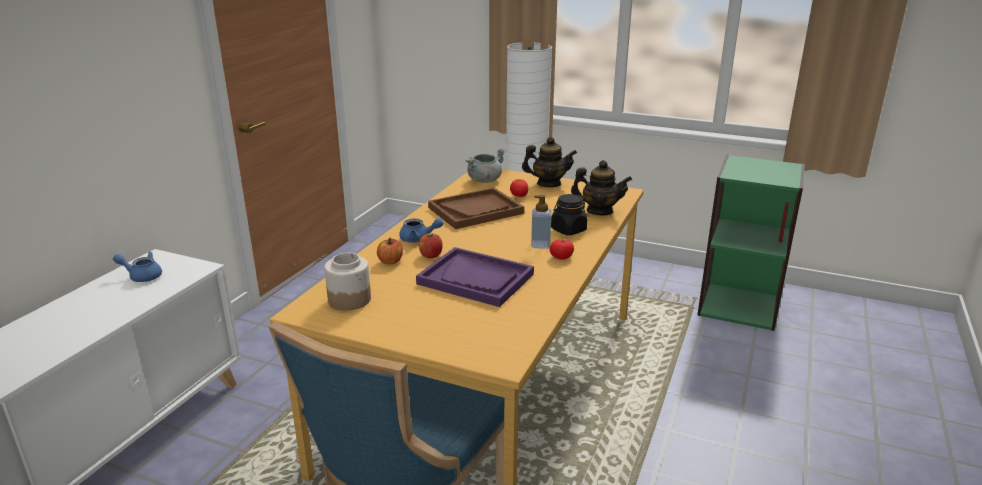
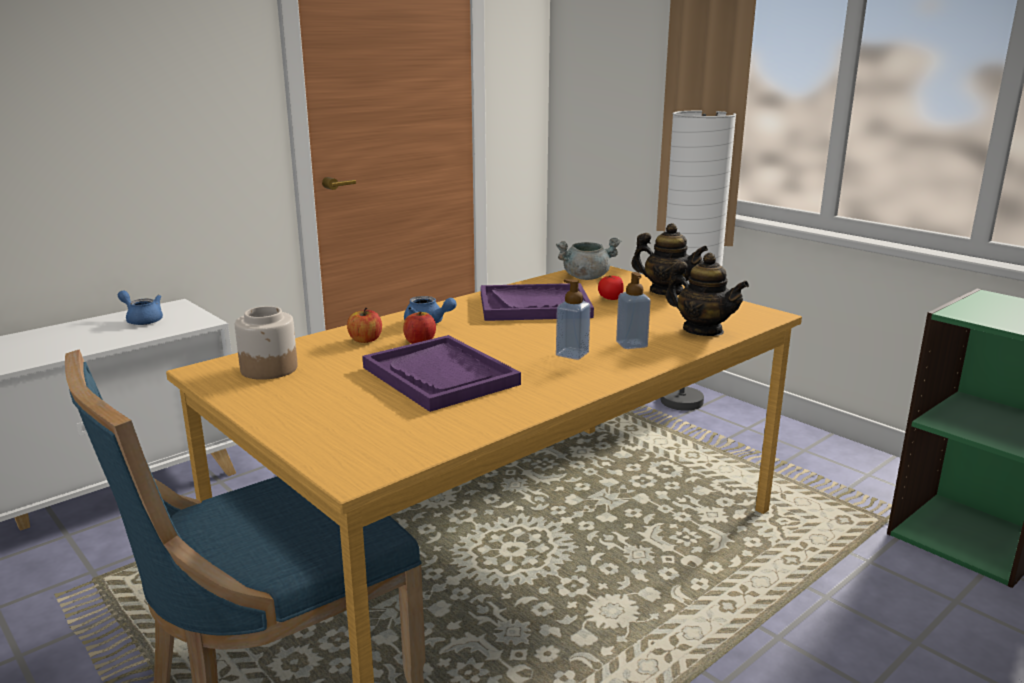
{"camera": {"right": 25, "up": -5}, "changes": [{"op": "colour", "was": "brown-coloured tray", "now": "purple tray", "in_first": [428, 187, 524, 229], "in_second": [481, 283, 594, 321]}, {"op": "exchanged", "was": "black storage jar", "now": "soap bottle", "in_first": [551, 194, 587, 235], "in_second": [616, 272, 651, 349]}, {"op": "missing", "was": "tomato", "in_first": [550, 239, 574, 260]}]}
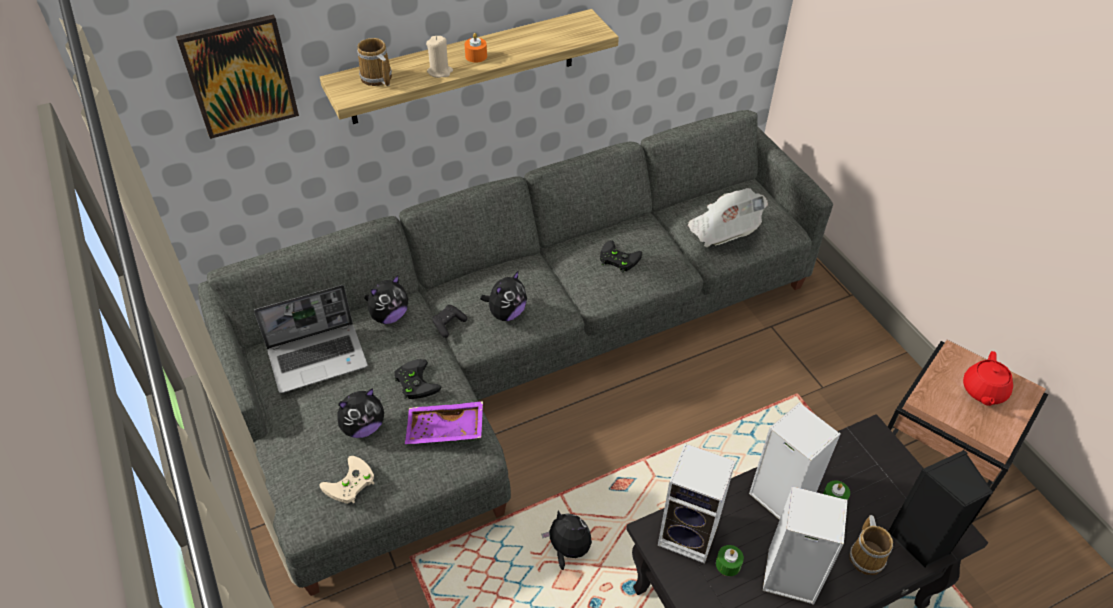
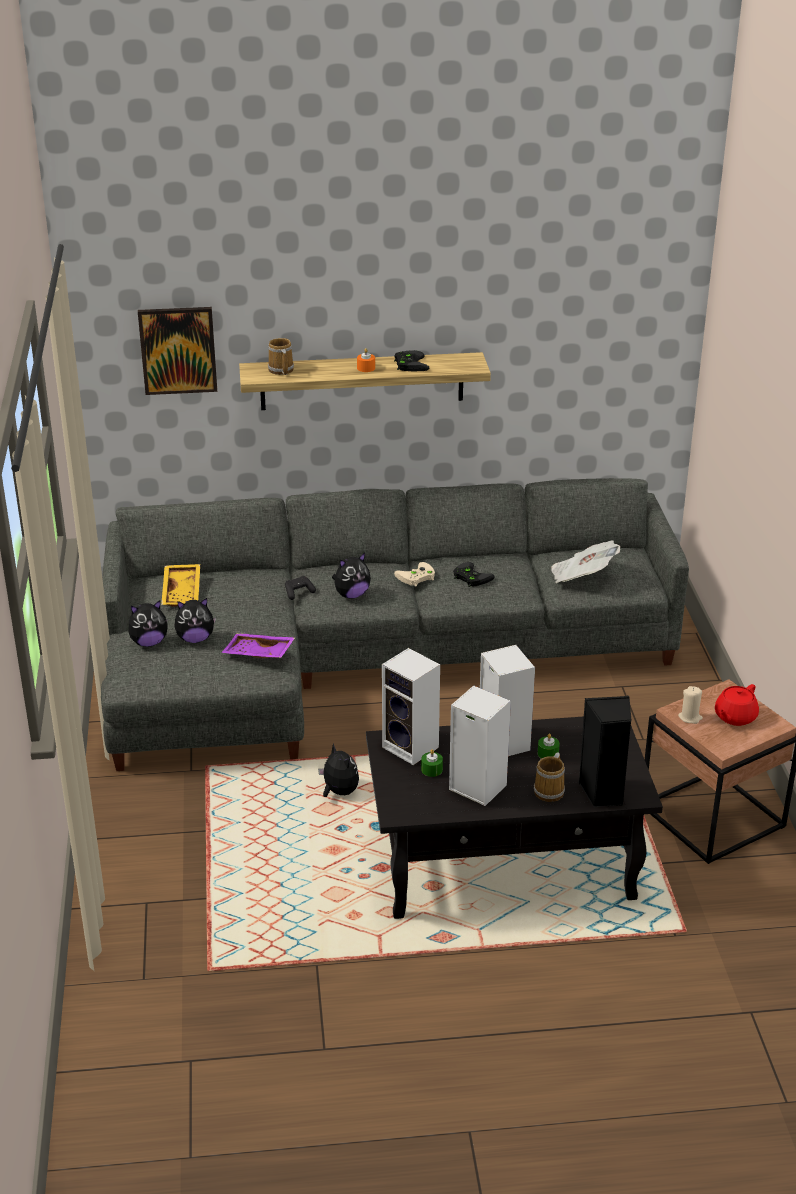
{"camera": {"right": 20, "up": -15}, "changes": [{"op": "relocated", "was": "plush toy", "in_first": [364, 275, 408, 324], "in_second": [128, 600, 168, 647]}, {"op": "exchanged", "was": "notebook computer", "now": "yellow tray", "in_first": [254, 285, 368, 393], "in_second": [161, 564, 200, 607]}, {"op": "relocated", "was": "black joypad", "in_first": [394, 359, 441, 399], "in_second": [394, 350, 429, 371]}, {"op": "relocated", "was": "beige joypad", "in_first": [319, 456, 374, 504], "in_second": [394, 562, 435, 587]}, {"op": "relocated", "was": "beige wax light", "in_first": [426, 36, 453, 78], "in_second": [678, 686, 703, 724]}]}
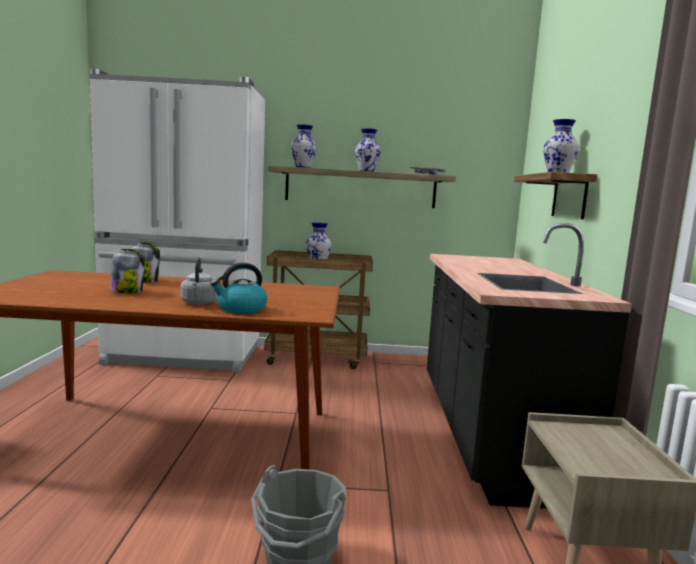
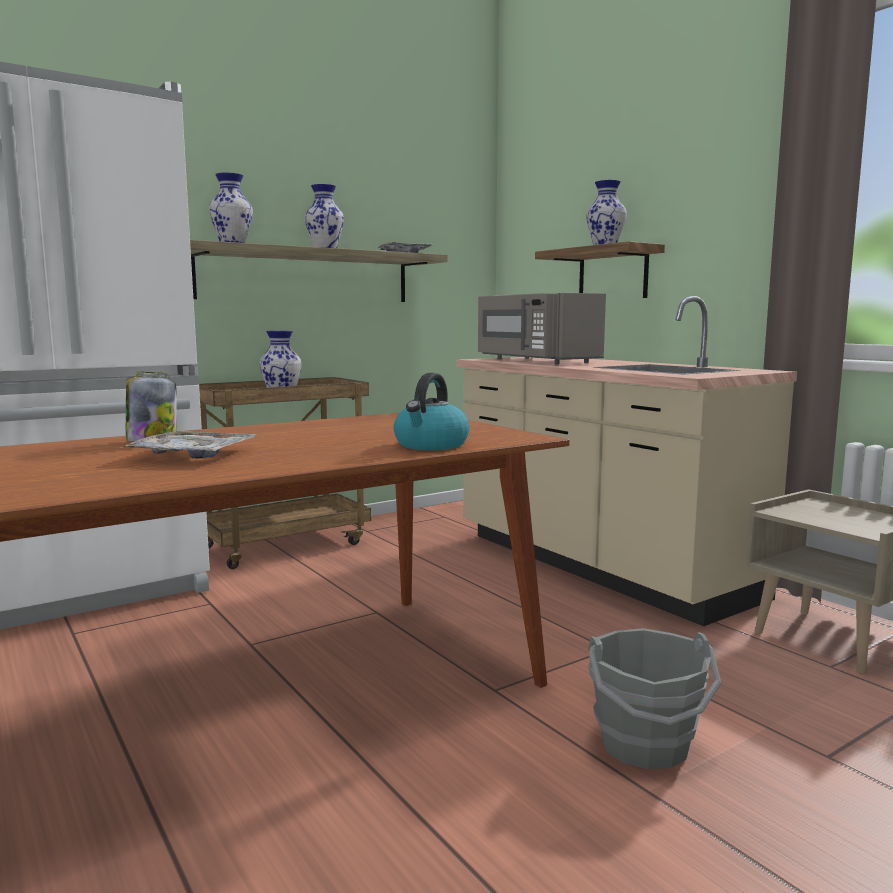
{"camera": {"right": -35, "up": 0}, "changes": [{"op": "exchanged", "was": "storage jar", "now": "tray", "in_first": [110, 249, 145, 293], "in_second": [120, 431, 257, 458]}, {"op": "colour", "was": "black counter", "now": "beige counter", "in_first": [427, 223, 632, 509], "in_second": [456, 296, 797, 626]}, {"op": "appeared", "now": "grey microwave", "in_second": [478, 293, 606, 365]}, {"op": "missing", "was": "grey water kettle", "in_first": [181, 257, 217, 305]}]}
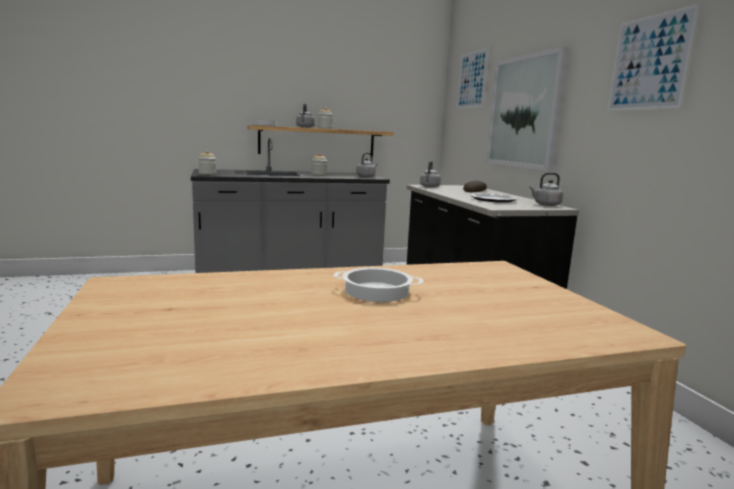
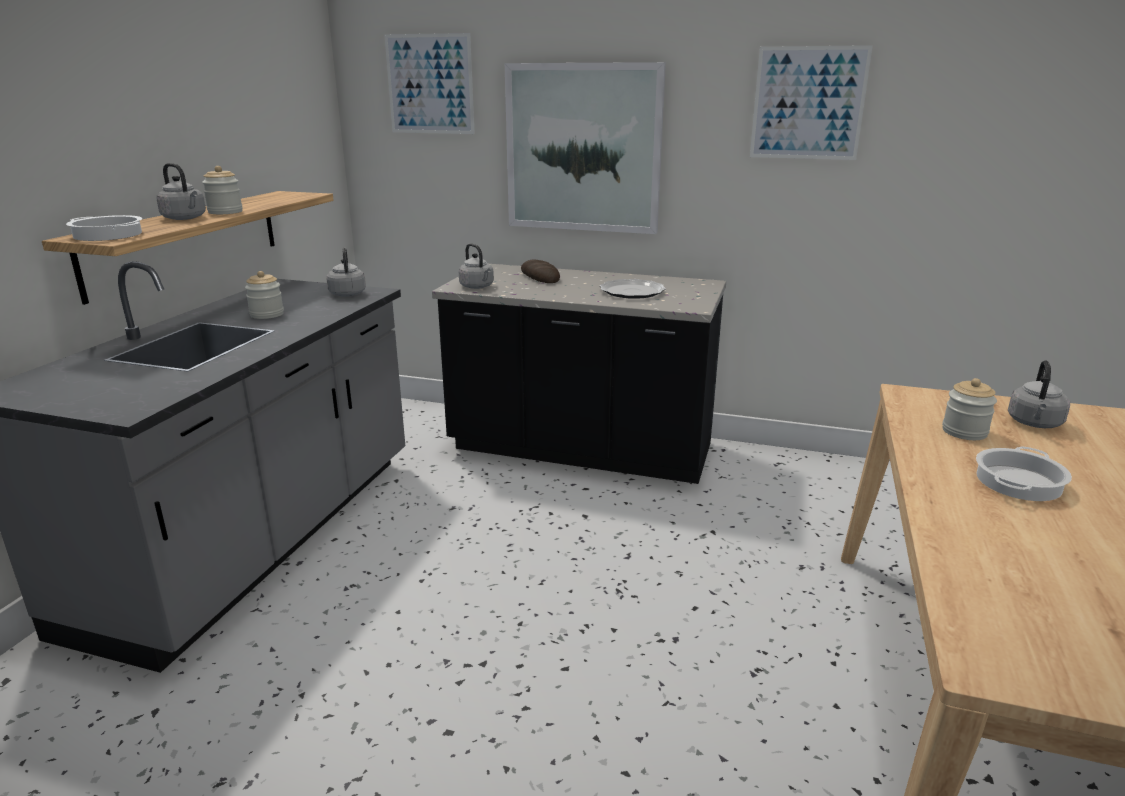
{"camera": {"right": -55, "up": 10}, "changes": [{"op": "relocated", "was": "storage jar", "in_first": [198, 150, 216, 175], "in_second": [942, 378, 997, 440]}, {"op": "relocated", "was": "grey water kettle", "in_first": [529, 173, 563, 206], "in_second": [1008, 360, 1070, 428]}]}
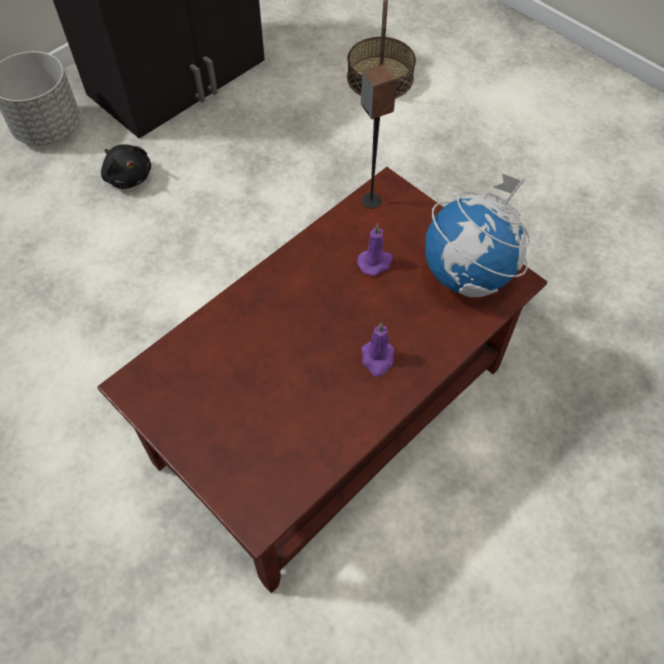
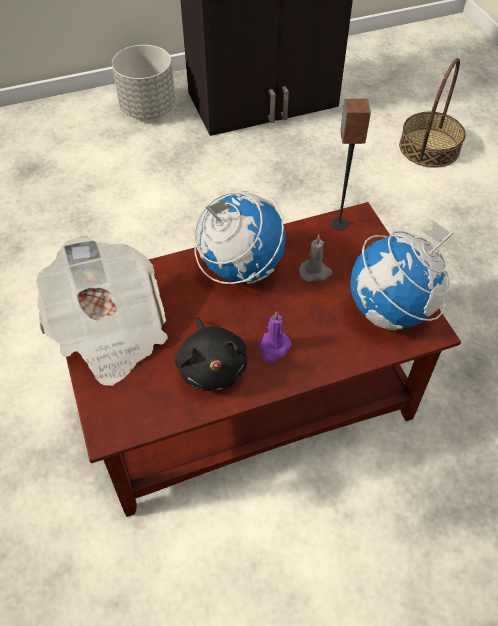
{"camera": {"right": 25, "up": -5}, "changes": [{"op": "appeared", "now": "newspaper", "in_second": [36, 236, 168, 386]}, {"op": "relocated", "was": "black plush toy", "in_first": [101, 144, 151, 189], "in_second": [175, 317, 247, 391]}, {"op": "appeared", "now": "world globe", "in_second": [194, 190, 286, 284]}, {"op": "colour", "was": "purple wax light", "now": "grey wax light", "in_first": [357, 224, 393, 275], "in_second": [299, 235, 333, 282]}]}
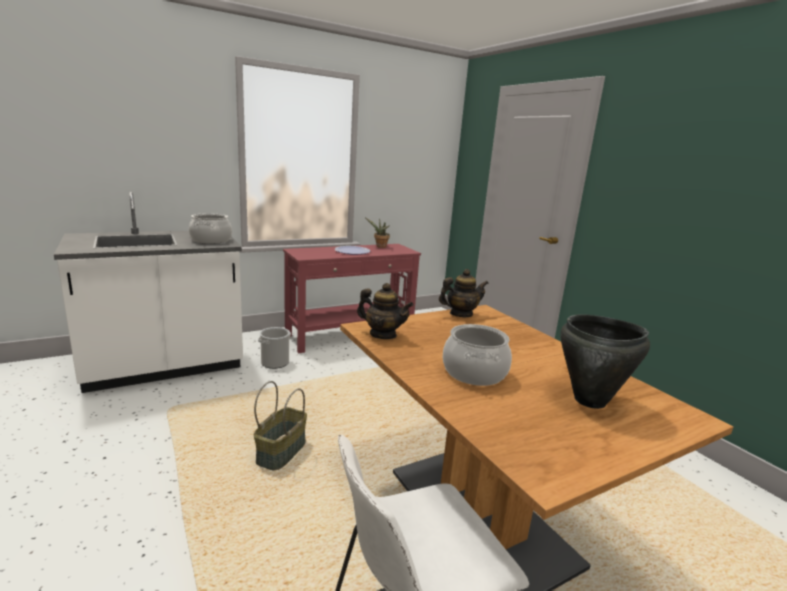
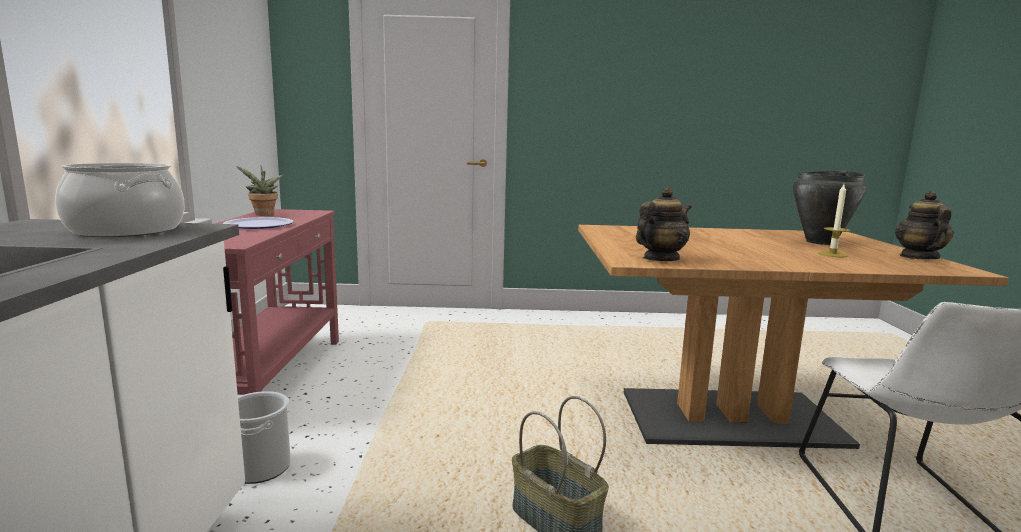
{"camera": {"right": -60, "up": -5}, "changes": [{"op": "appeared", "now": "wax light", "in_second": [818, 184, 850, 257]}, {"op": "relocated", "was": "teapot", "in_first": [439, 269, 489, 317], "in_second": [895, 191, 954, 260]}, {"op": "missing", "was": "stockpot", "in_first": [443, 324, 512, 386]}]}
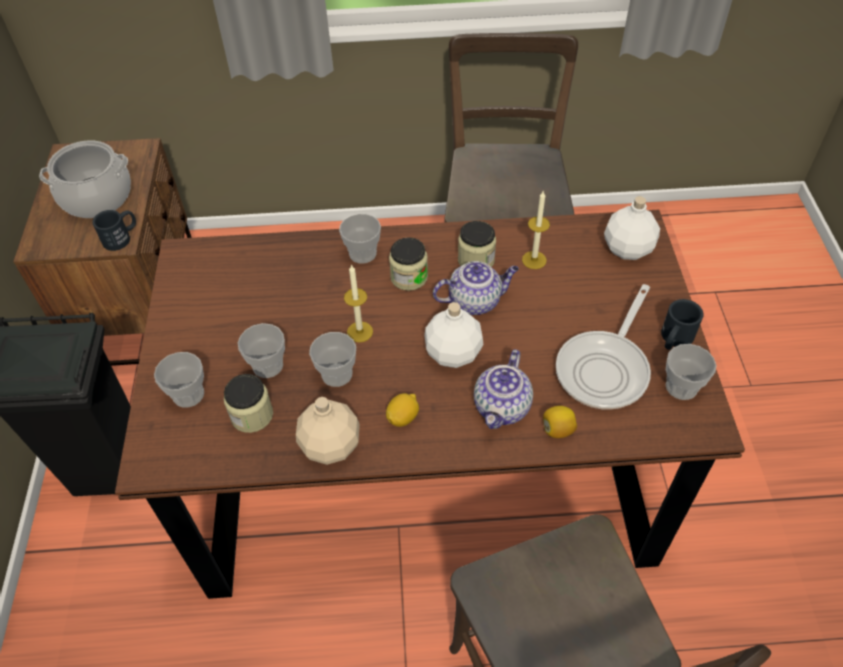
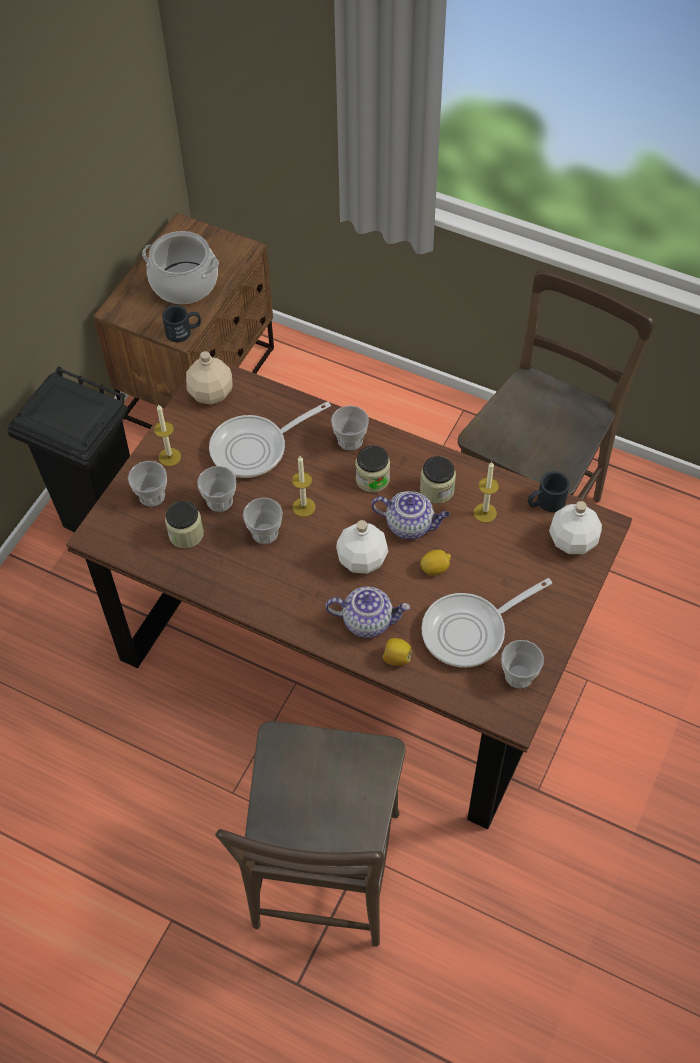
{"camera": {"right": 30, "up": 5}, "changes": [{"op": "appeared", "now": "wax light", "in_second": [154, 404, 181, 466]}, {"op": "relocated", "was": "beige drink bottle", "in_first": [296, 397, 360, 465], "in_second": [186, 351, 233, 405]}, {"op": "appeared", "now": "frying pan", "in_second": [209, 401, 331, 478]}, {"op": "spun", "was": "teapot", "in_first": [474, 349, 533, 429], "in_second": [326, 587, 410, 638], "clockwise": -135}, {"op": "relocated", "was": "citrus fruit", "in_first": [386, 393, 419, 427], "in_second": [420, 550, 451, 575]}, {"op": "relocated", "was": "black tea mug", "in_first": [661, 299, 704, 350], "in_second": [528, 471, 570, 512]}]}
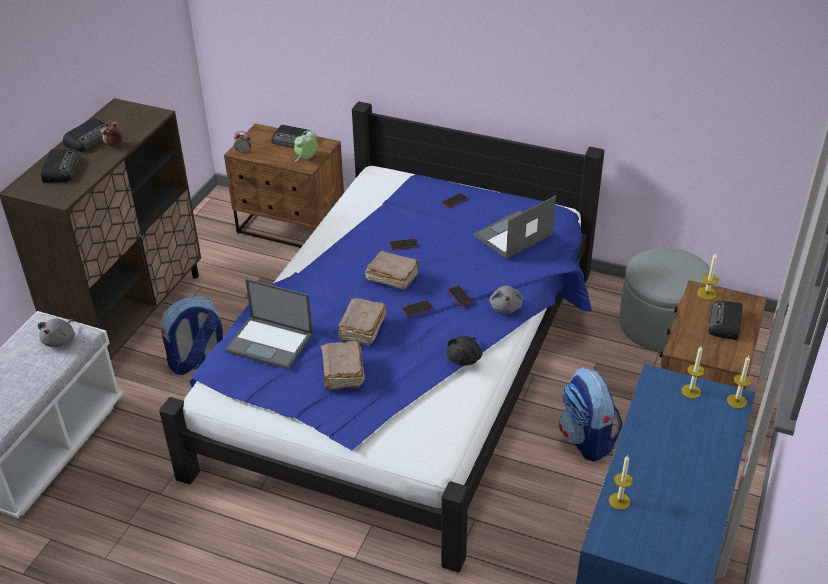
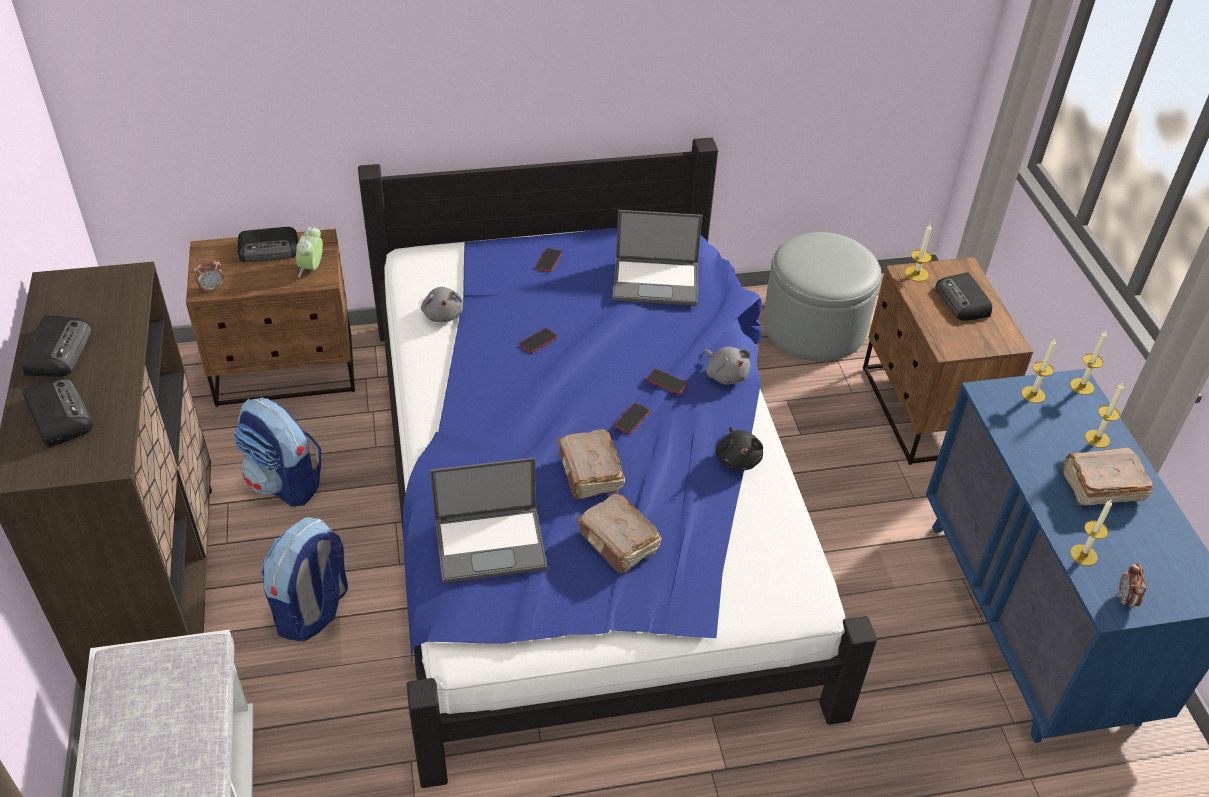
{"camera": {"right": -35, "up": 5}, "changes": [{"op": "relocated", "was": "knapsack", "in_first": [559, 367, 623, 462], "in_second": [234, 397, 321, 507]}, {"op": "relocated", "was": "grey plush toy", "in_first": [38, 318, 75, 347], "in_second": [421, 287, 463, 322]}, {"op": "spun", "was": "notebook computer", "in_first": [474, 196, 556, 259], "in_second": [613, 210, 703, 306], "clockwise": -105}, {"op": "relocated", "was": "brown-coloured bound book", "in_first": [365, 251, 419, 290], "in_second": [1062, 448, 1153, 505]}, {"op": "appeared", "now": "wax light", "in_second": [1085, 383, 1124, 448]}, {"op": "relocated", "was": "alarm clock", "in_first": [101, 120, 123, 149], "in_second": [1119, 563, 1146, 608]}]}
